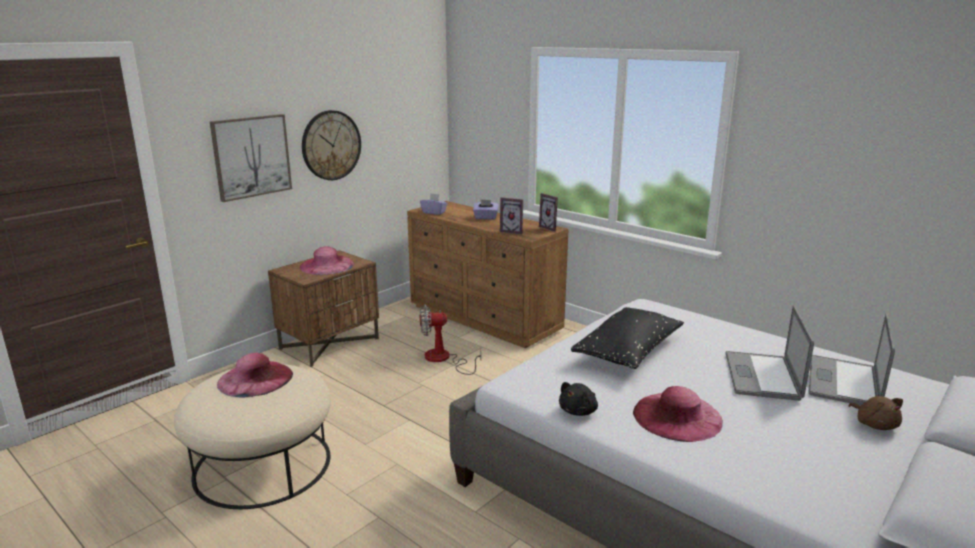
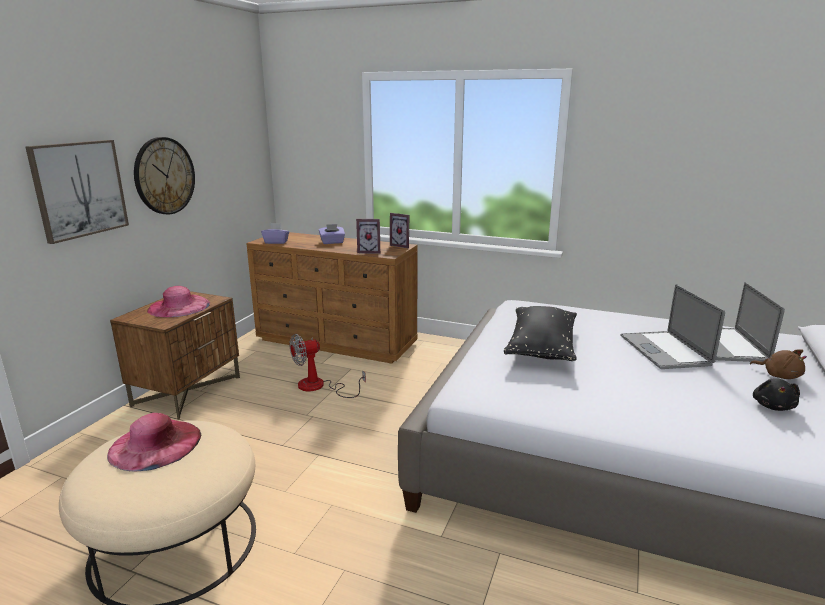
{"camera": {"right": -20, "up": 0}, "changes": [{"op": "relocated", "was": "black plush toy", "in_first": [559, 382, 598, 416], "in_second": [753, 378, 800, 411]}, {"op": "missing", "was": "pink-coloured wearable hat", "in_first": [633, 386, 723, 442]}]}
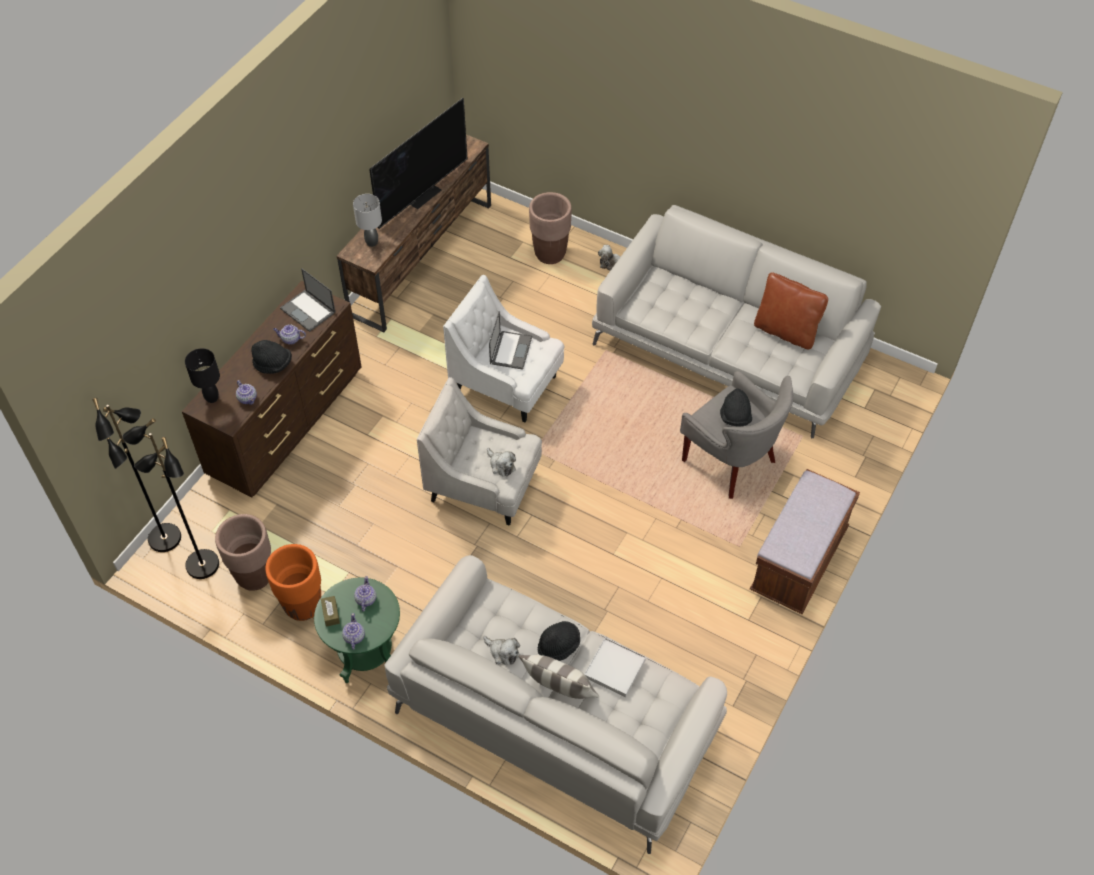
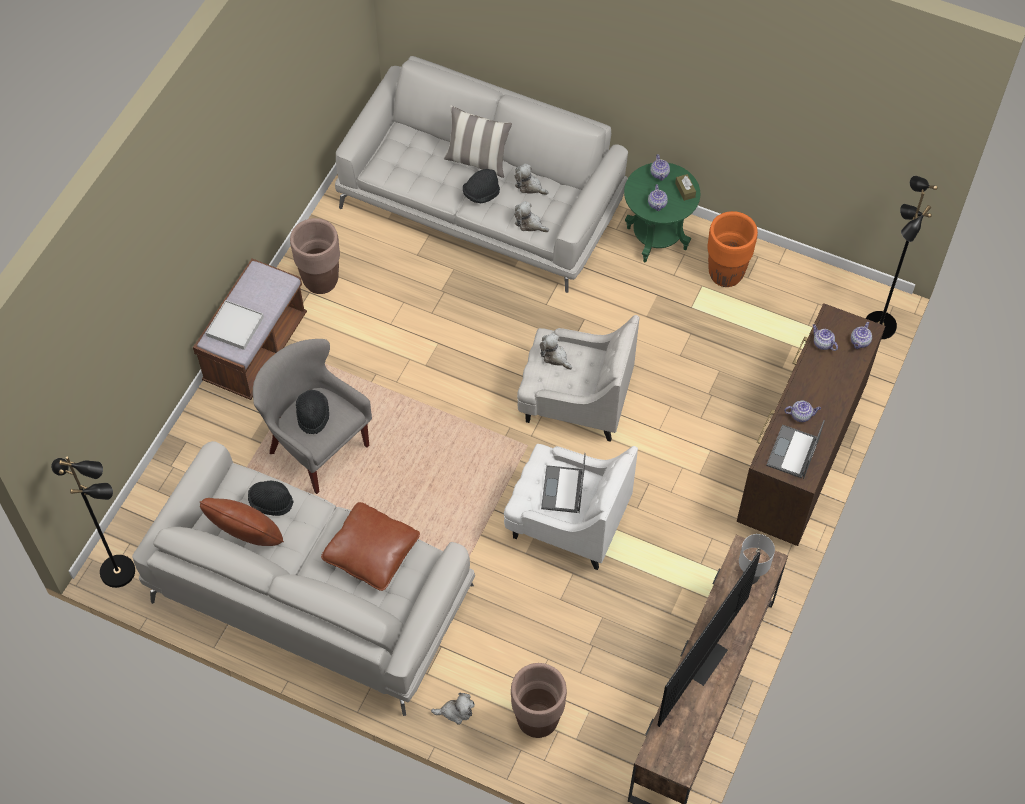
{"camera": {"right": 175, "up": 5}, "changes": [{"op": "relocated", "was": "black floor lamp", "in_first": [122, 418, 219, 579], "in_second": [51, 457, 135, 588]}, {"op": "relocated", "was": "whitish tray", "in_first": [584, 638, 646, 697], "in_second": [206, 300, 264, 350]}, {"op": "relocated", "was": "black wearable hat", "in_first": [251, 340, 292, 374], "in_second": [248, 481, 294, 516]}, {"op": "relocated", "was": "brown-coloured flower pot", "in_first": [215, 514, 271, 591], "in_second": [290, 218, 340, 294]}, {"op": "appeared", "now": "brown-coloured pillow", "in_second": [321, 502, 420, 591]}, {"op": "appeared", "now": "plush toy", "in_second": [514, 201, 549, 232]}, {"op": "spun", "was": "notebook computer", "in_first": [280, 268, 336, 332], "in_second": [766, 420, 825, 479], "clockwise": -105}, {"op": "exchanged", "was": "black table lamp", "now": "teapot", "in_first": [185, 348, 220, 403], "in_second": [851, 322, 872, 349]}]}
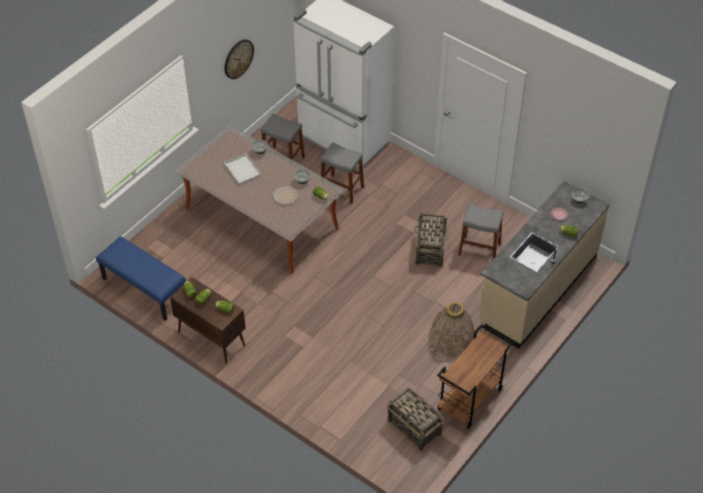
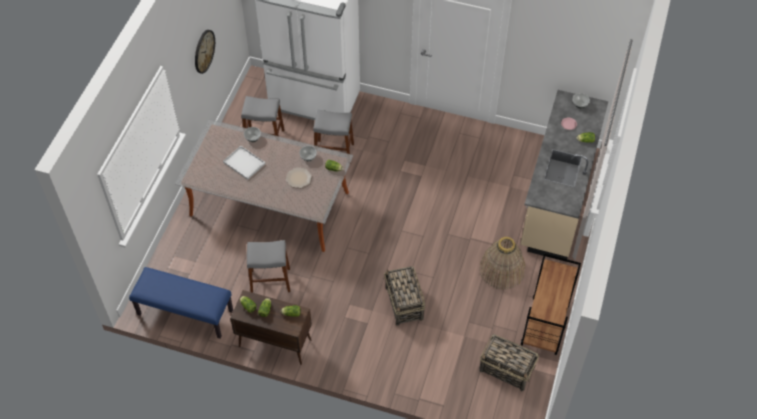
{"camera": {"right": -20, "up": 5}, "changes": [{"op": "relocated", "was": "grey stool", "in_first": [458, 203, 504, 259], "in_second": [247, 240, 290, 293]}, {"op": "relocated", "was": "basket", "in_first": [415, 212, 447, 267], "in_second": [384, 266, 425, 326]}]}
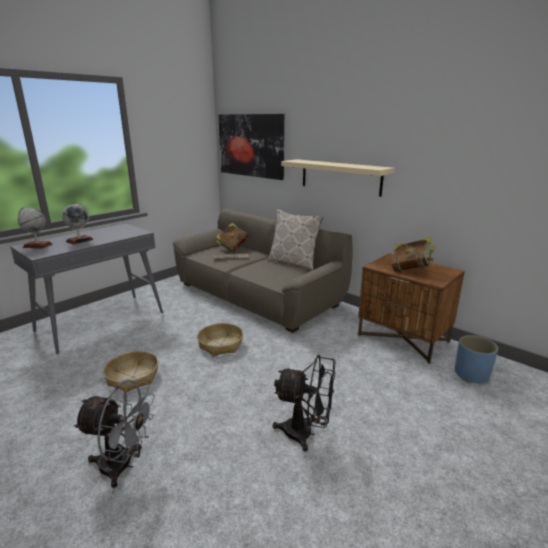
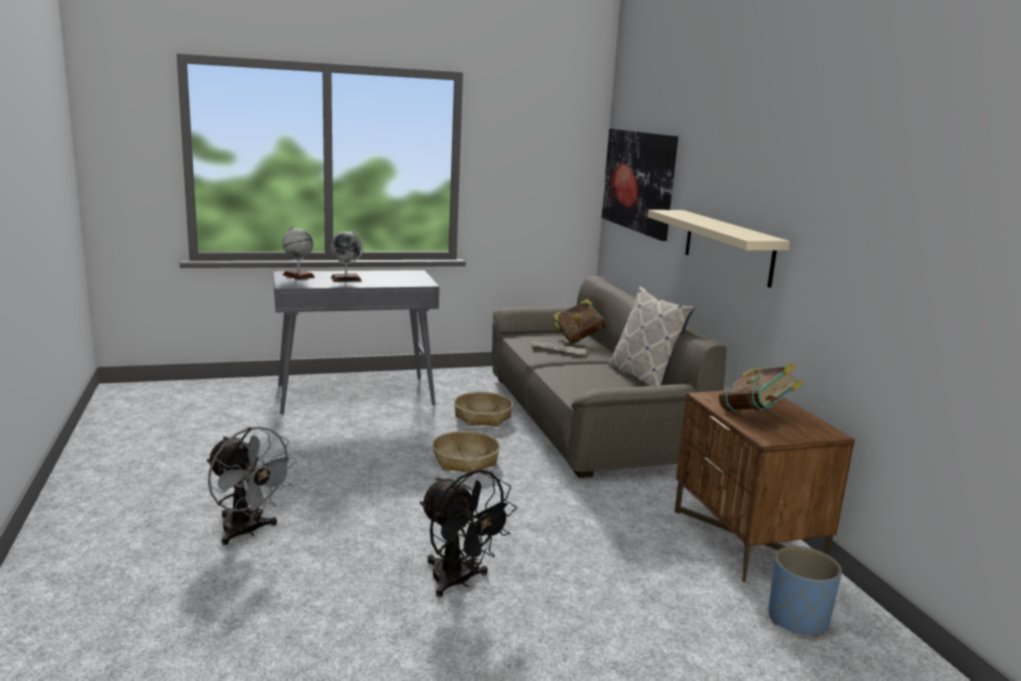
{"camera": {"right": 30, "up": -5}, "changes": [{"op": "relocated", "was": "basket", "in_first": [103, 351, 158, 393], "in_second": [454, 392, 513, 427]}]}
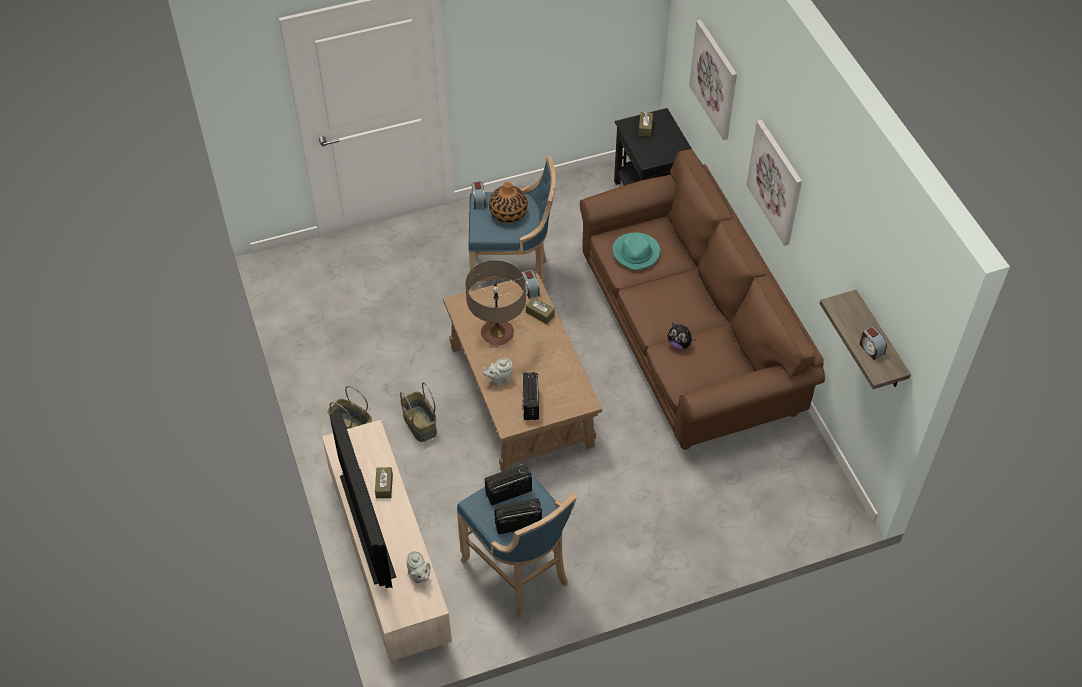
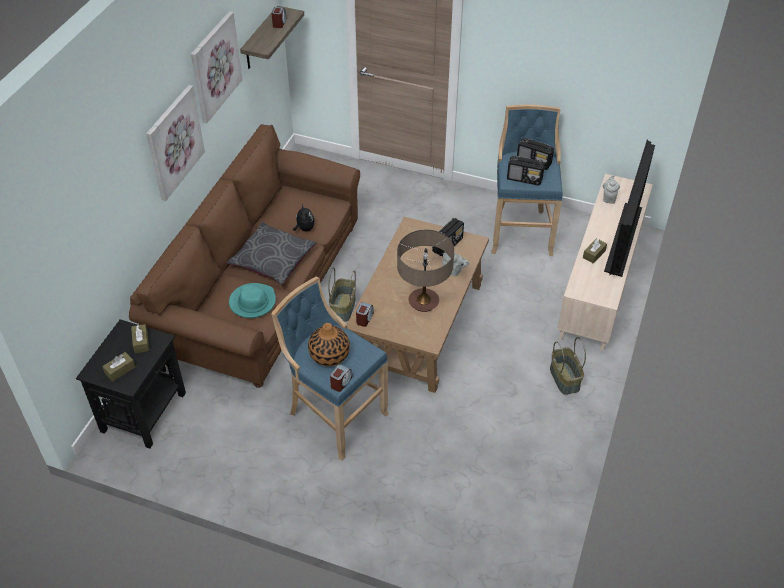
{"camera": {"right": -140, "up": -5}, "changes": [{"op": "relocated", "was": "brown-coloured box of tissues", "in_first": [526, 297, 555, 324], "in_second": [131, 324, 149, 353]}, {"op": "relocated", "was": "picture", "in_first": [689, 20, 737, 140], "in_second": [191, 11, 242, 123]}, {"op": "appeared", "now": "grey pillow", "in_second": [226, 222, 317, 285]}, {"op": "relocated", "was": "basket", "in_first": [400, 382, 437, 442], "in_second": [328, 267, 356, 322]}]}
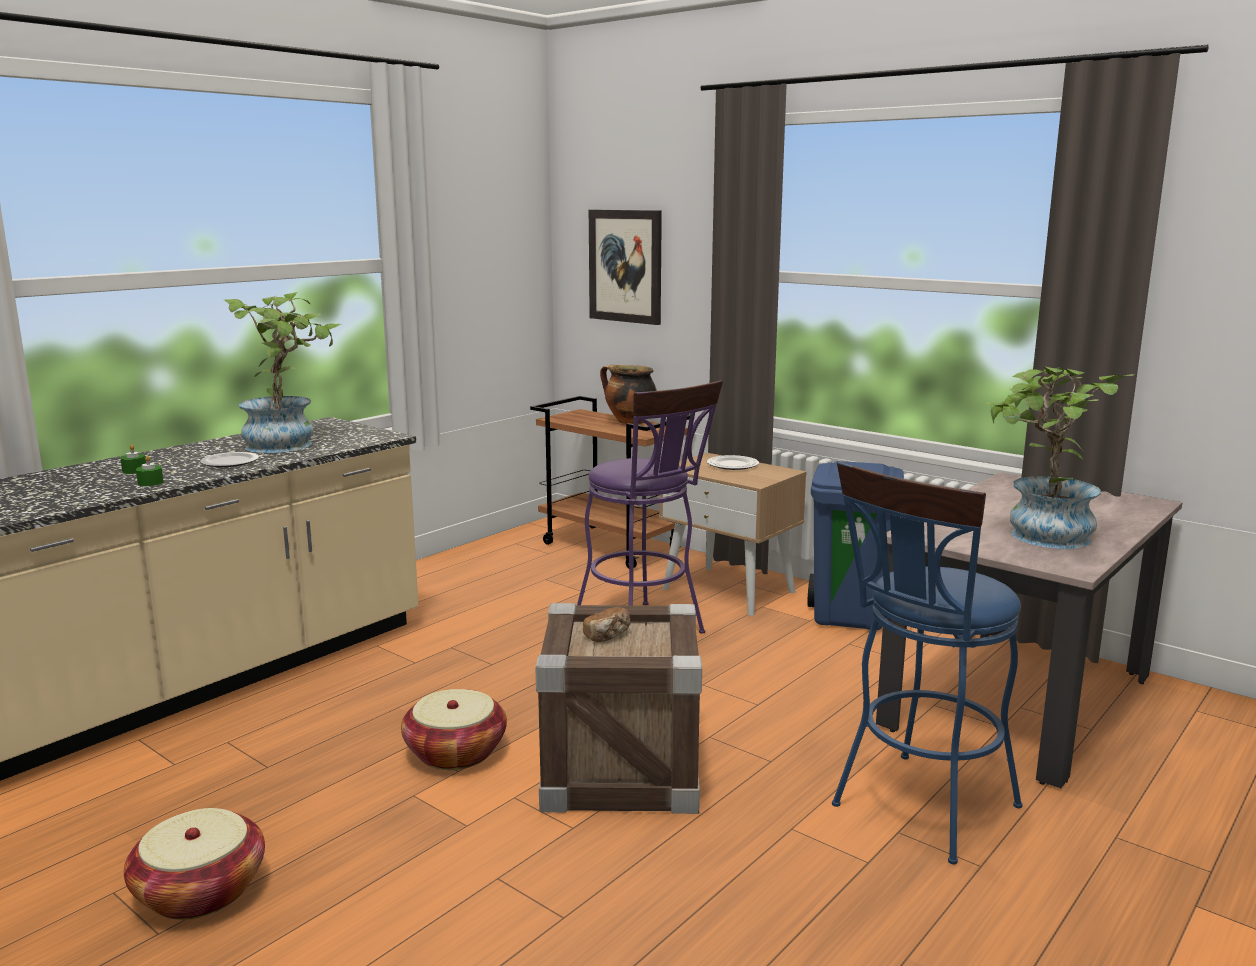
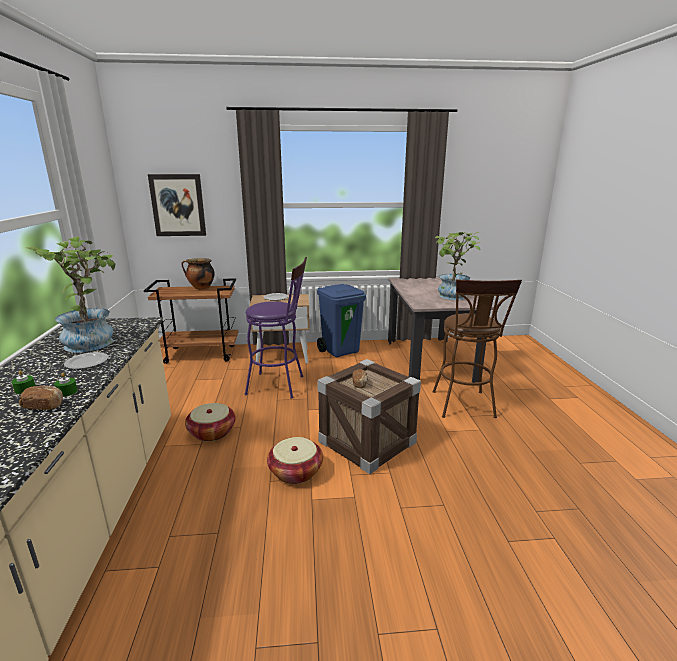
{"camera": {"right": -45, "up": 5}, "changes": [{"op": "appeared", "now": "bread", "in_second": [19, 386, 63, 410]}, {"op": "relocated", "was": "basket", "in_first": [124, 808, 265, 920], "in_second": [185, 403, 236, 442]}, {"op": "colour", "was": "blue-coloured stool", "now": "brown-coloured stool", "in_first": [832, 462, 1023, 864], "in_second": [433, 279, 522, 418]}]}
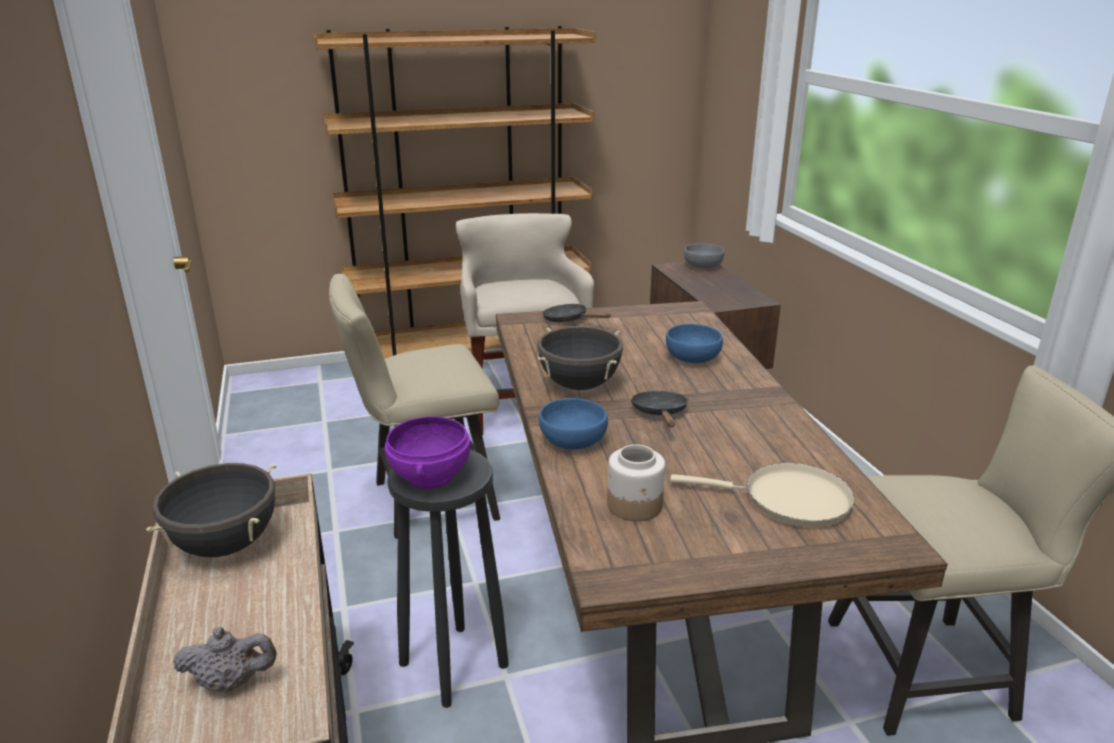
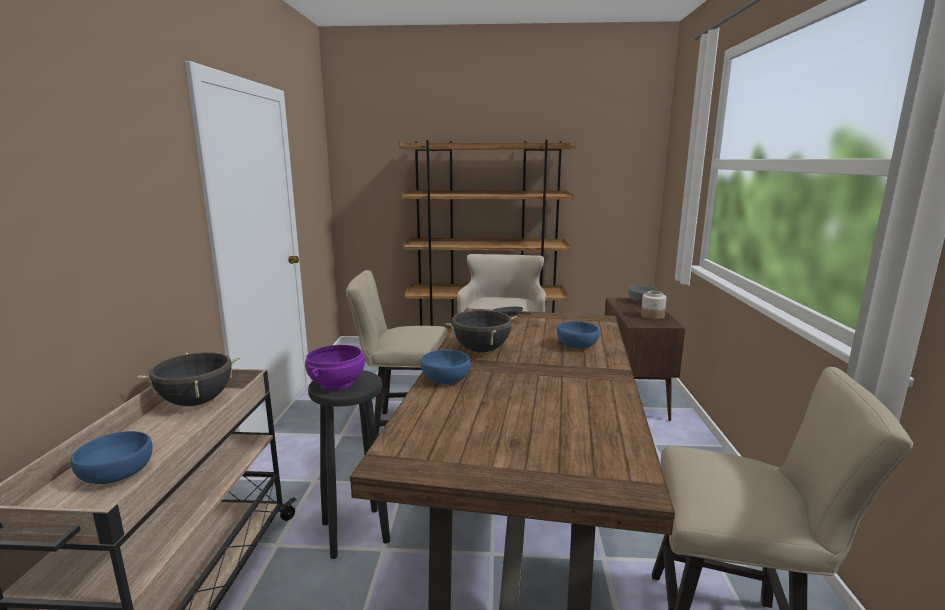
{"camera": {"right": 20, "up": -10}, "changes": [{"op": "exchanged", "was": "grey teapot", "now": "blue-coloured bowl", "in_first": [173, 627, 277, 692], "in_second": [71, 431, 153, 484]}, {"op": "relocated", "was": "storage jar", "in_first": [607, 444, 665, 521], "in_second": [641, 291, 667, 320]}, {"op": "missing", "was": "black frying pan", "in_first": [631, 391, 689, 427]}, {"op": "missing", "was": "beige frying pan", "in_first": [670, 463, 855, 527]}]}
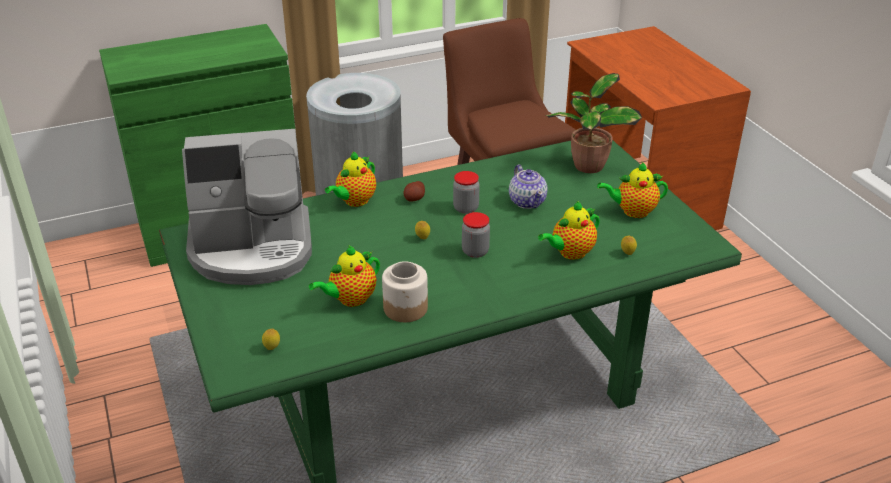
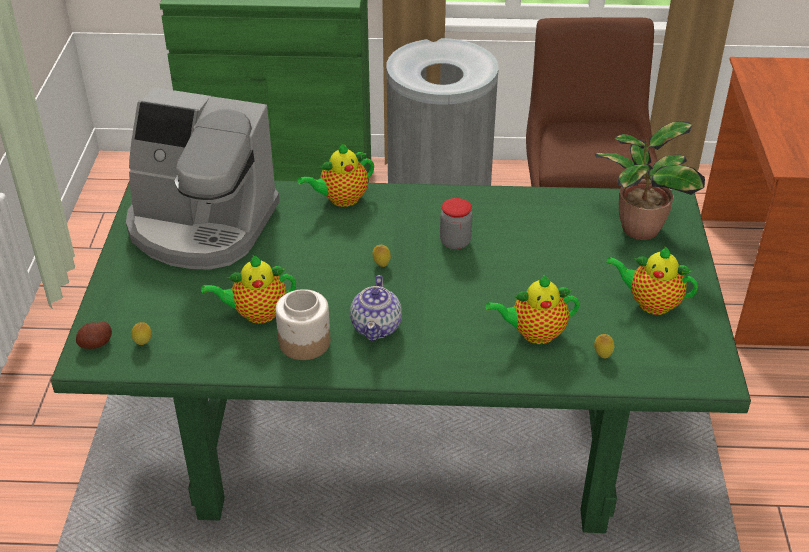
{"camera": {"right": 25, "up": 5}, "changes": [{"op": "relocated", "was": "potato", "in_first": [403, 181, 425, 202], "in_second": [76, 322, 112, 349]}, {"op": "relocated", "was": "teapot", "in_first": [509, 164, 548, 209], "in_second": [350, 275, 402, 341]}, {"op": "missing", "was": "storage jar", "in_first": [462, 212, 490, 258]}]}
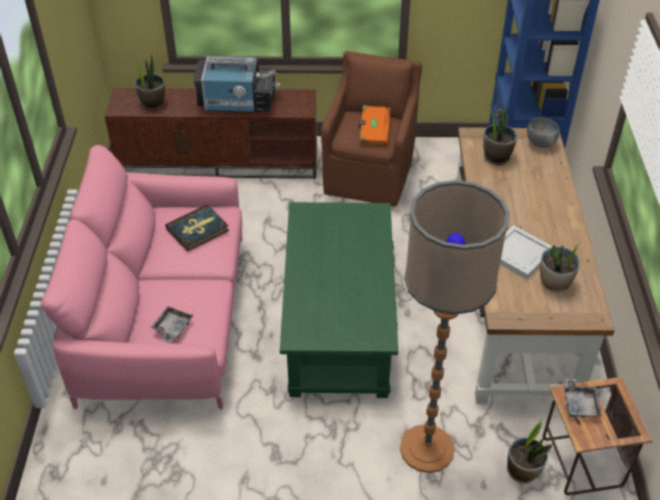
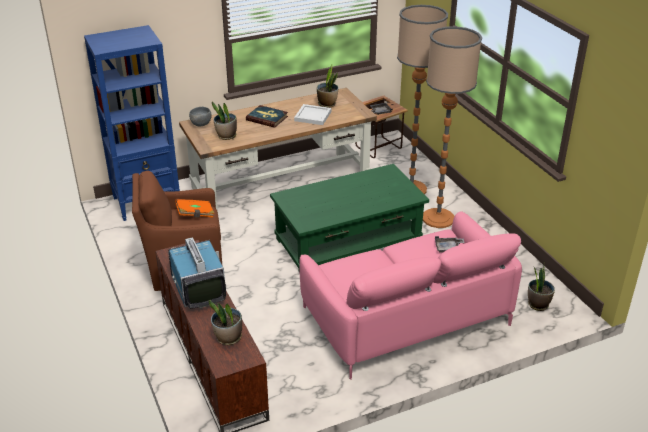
{"camera": {"right": -115, "up": -10}, "changes": [{"op": "relocated", "was": "bound book", "in_first": [165, 204, 229, 252], "in_second": [246, 105, 288, 128]}, {"op": "appeared", "now": "floor lamp", "in_second": [423, 26, 482, 228]}, {"op": "relocated", "was": "houseplant", "in_first": [507, 420, 552, 484], "in_second": [528, 266, 555, 311]}]}
